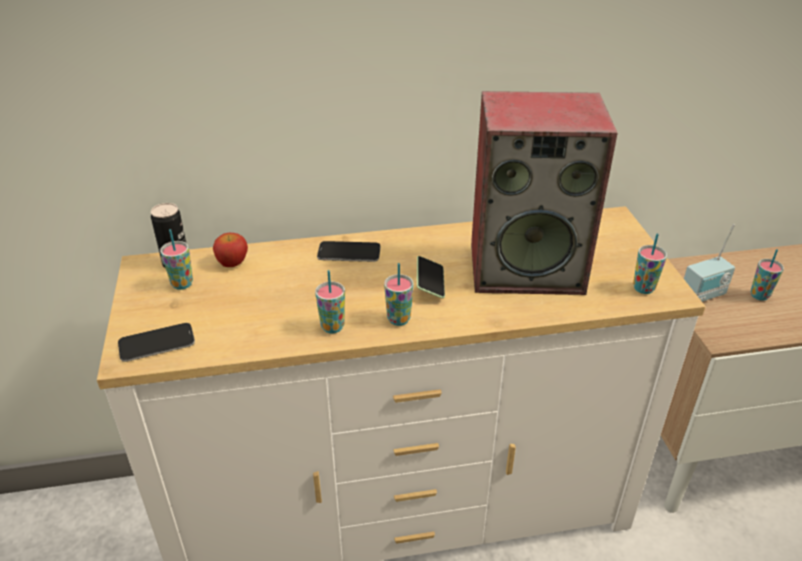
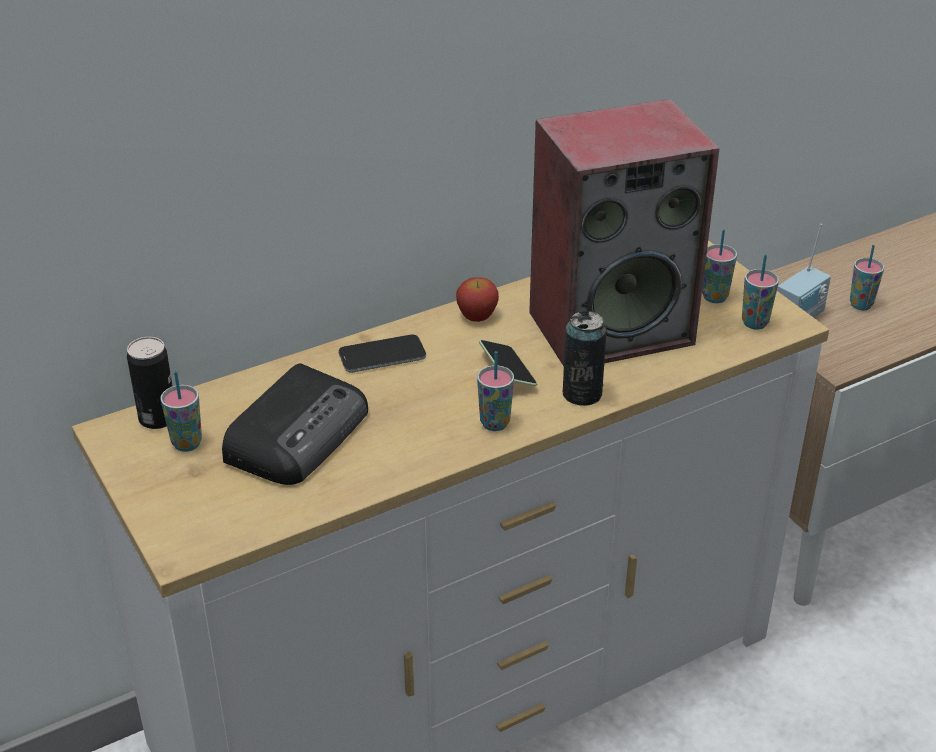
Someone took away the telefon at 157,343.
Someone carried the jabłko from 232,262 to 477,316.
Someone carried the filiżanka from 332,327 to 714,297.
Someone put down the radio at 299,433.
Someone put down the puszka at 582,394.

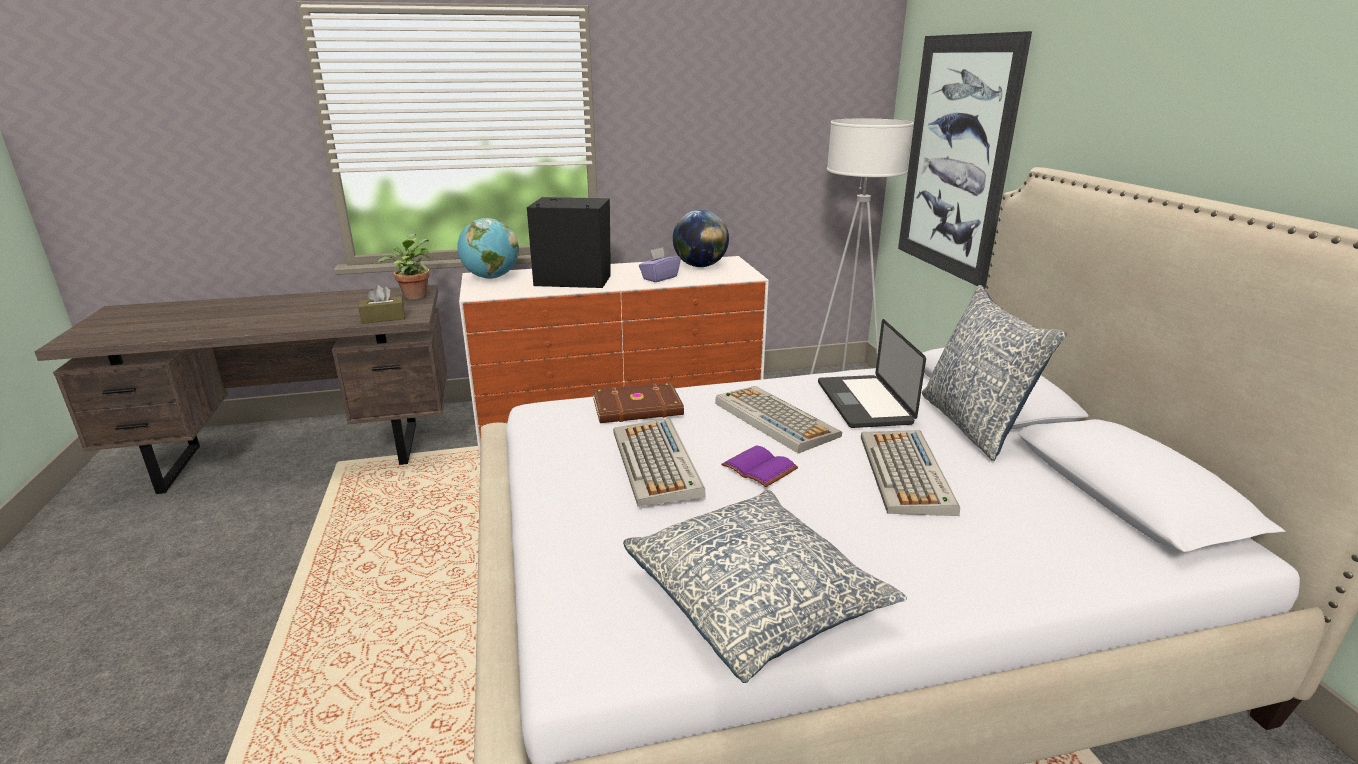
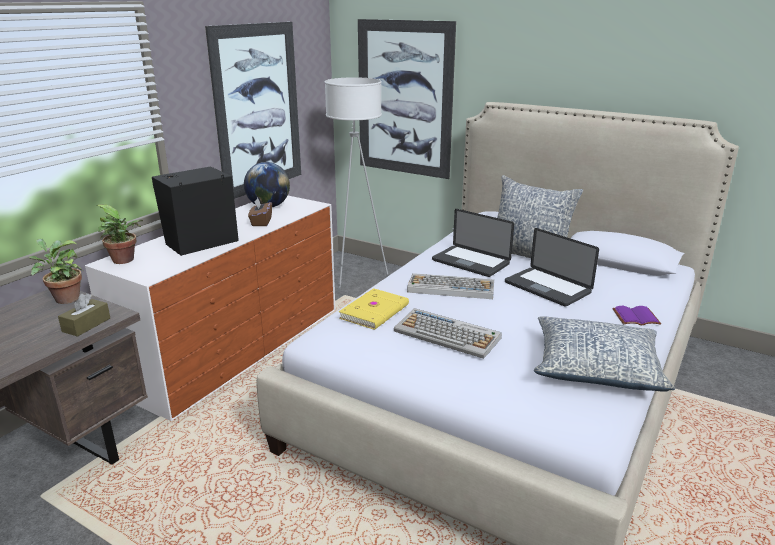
Someone swapped the globus at 491,278 for the roślina doniczkowa at 125,260.
Someone repainted the książka (brązowy) at 638,408, which became the książka (żółty) at 375,312.
Someone repainted the pudełko chusteczek (fioletowy) at 659,278, which became the pudełko chusteczek (brązowy) at 261,222.
Someone carried the książka (fioletowy) from 761,468 to 636,317.
Someone swapped the klawiatura at 906,474 for the laptop at 547,288.
Someone put up the obraz at 258,109.

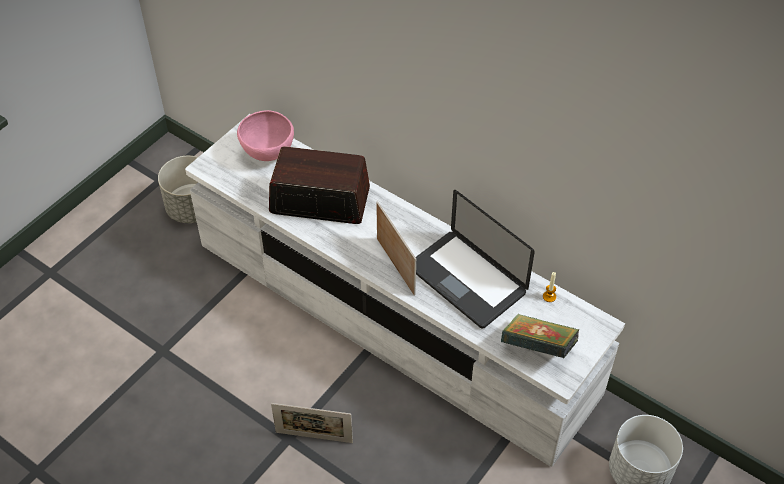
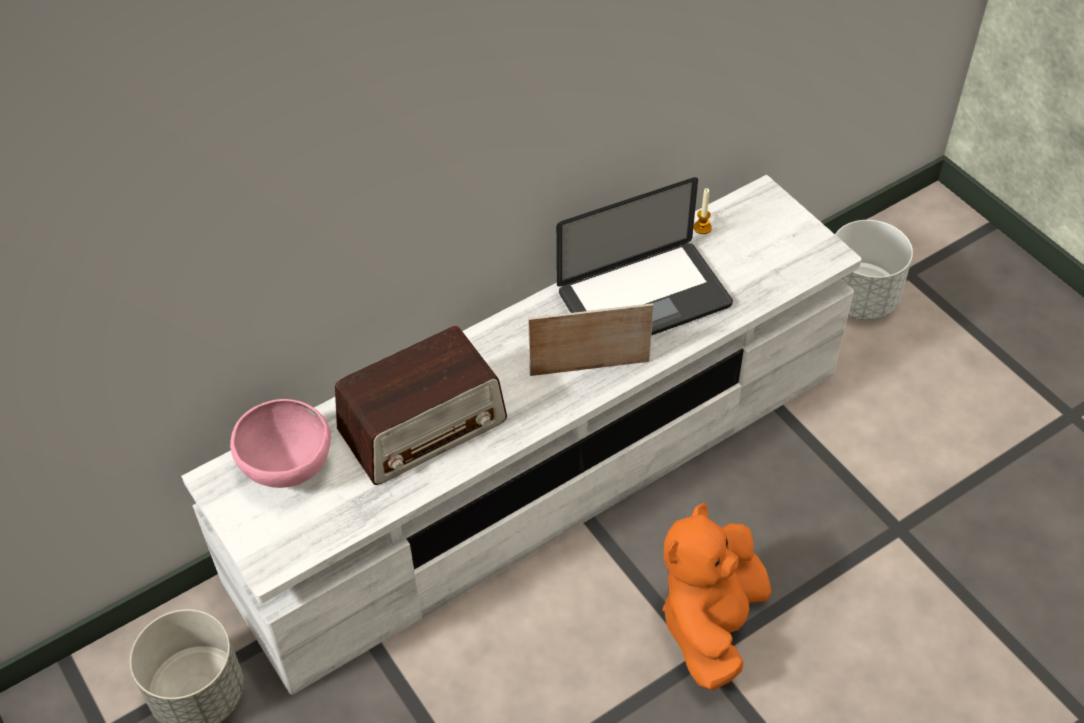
Someone rotated the radio at 319,201 by 150 degrees counterclockwise.
Someone swapped the ramka na zdjęcie at 314,437 for the pluszak (pomarańczowy) at 711,623.
Someone took away the książka at 537,348.

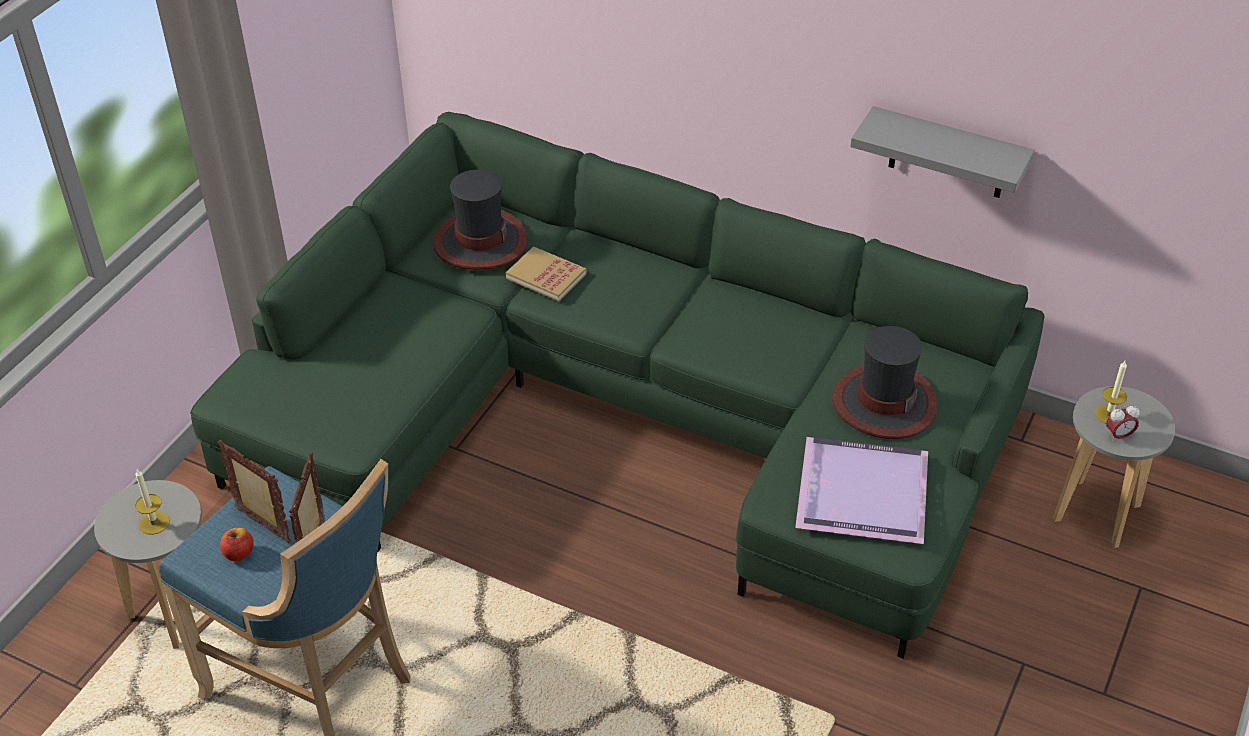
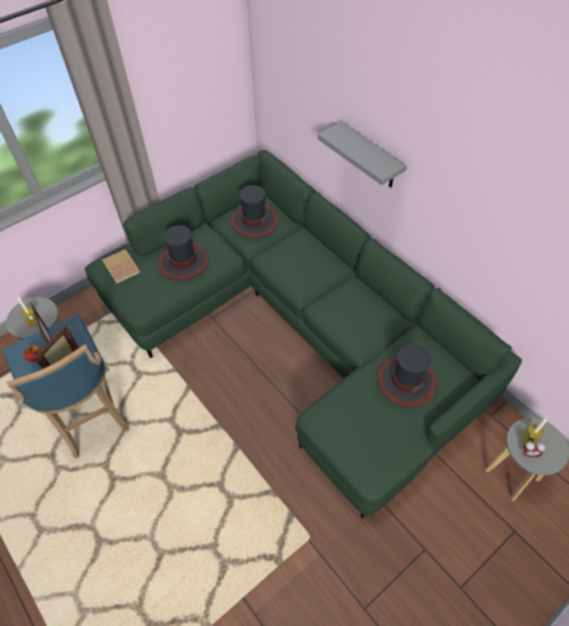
Someone carried the książka from 546,276 to 121,267.
Someone took away the taca (fioletowy) at 860,494.
Someone carried the półka (szary) from 948,154 to 371,157.
Someone put down the kapelusz at 184,261.

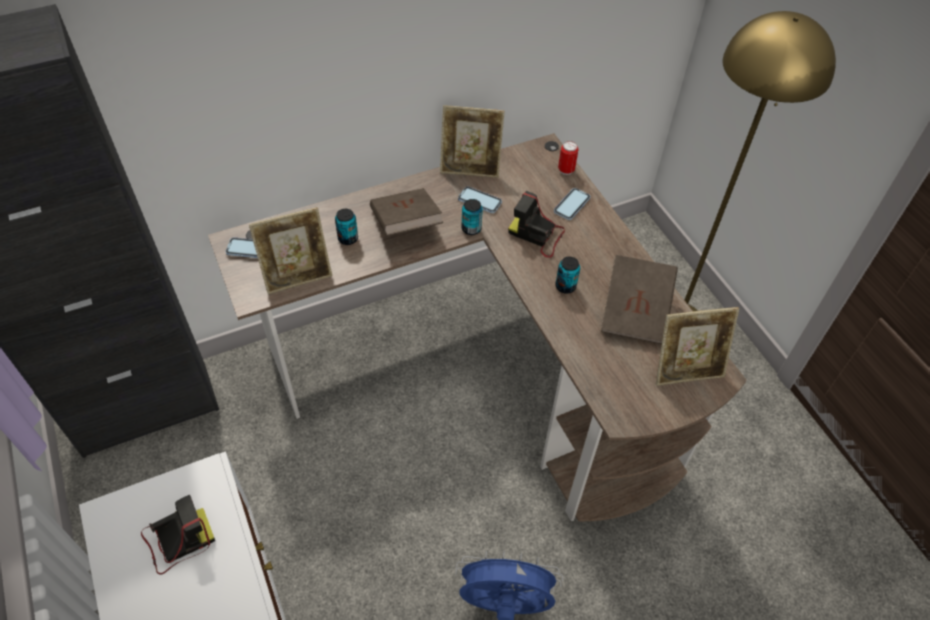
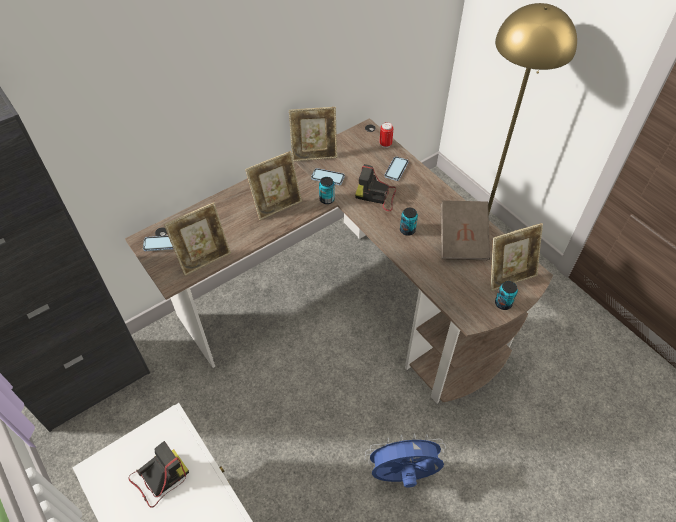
Someone carried the puszka from 348,238 to 503,303.
Someone swapped the książka (brązowy) at 405,225 for the ramka na zdjęcie at 277,205.

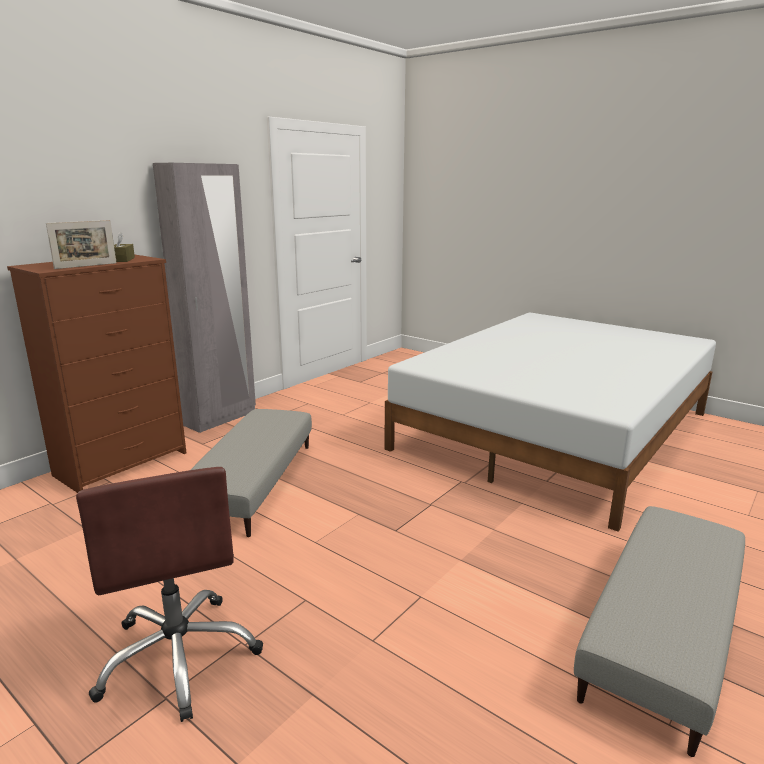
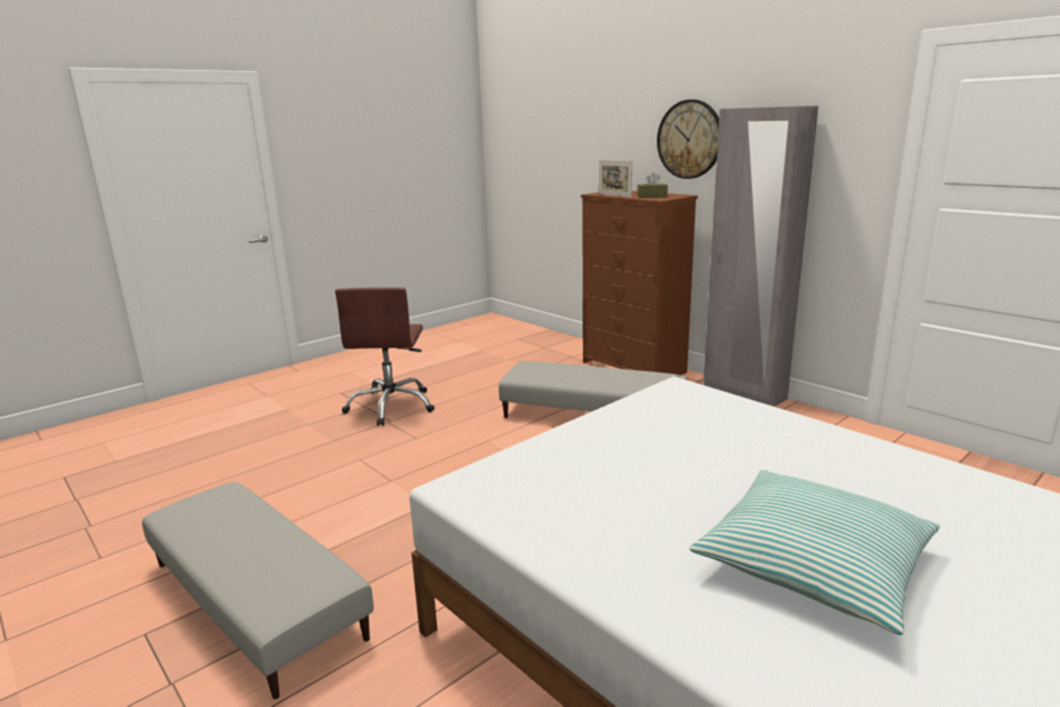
Someone rotated the krzesło biurowe (brązowy) at 180,656 by 75 degrees counterclockwise.
Someone put up the zegar ścienny at 689,139.
Someone put down the poduszka at 814,562.

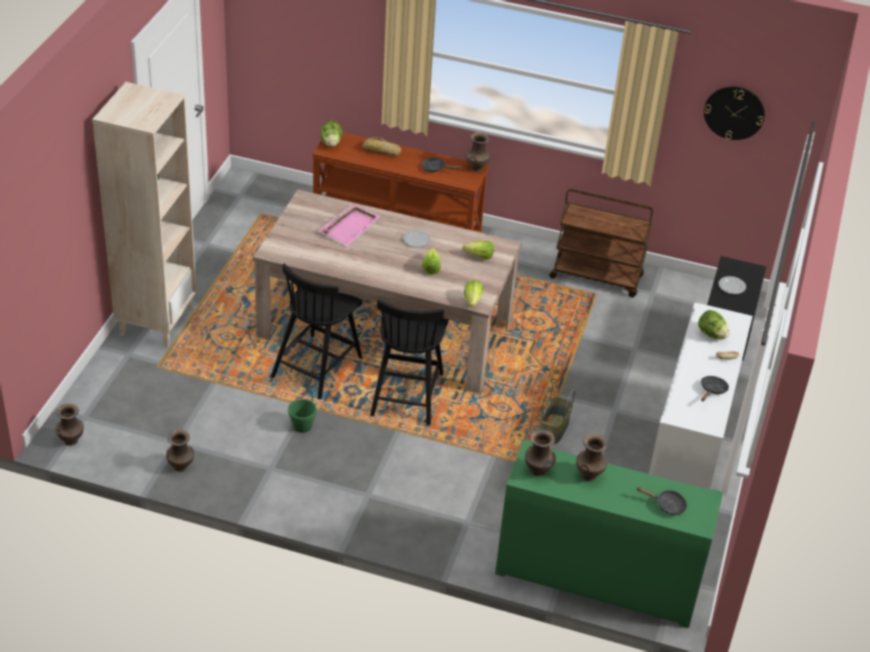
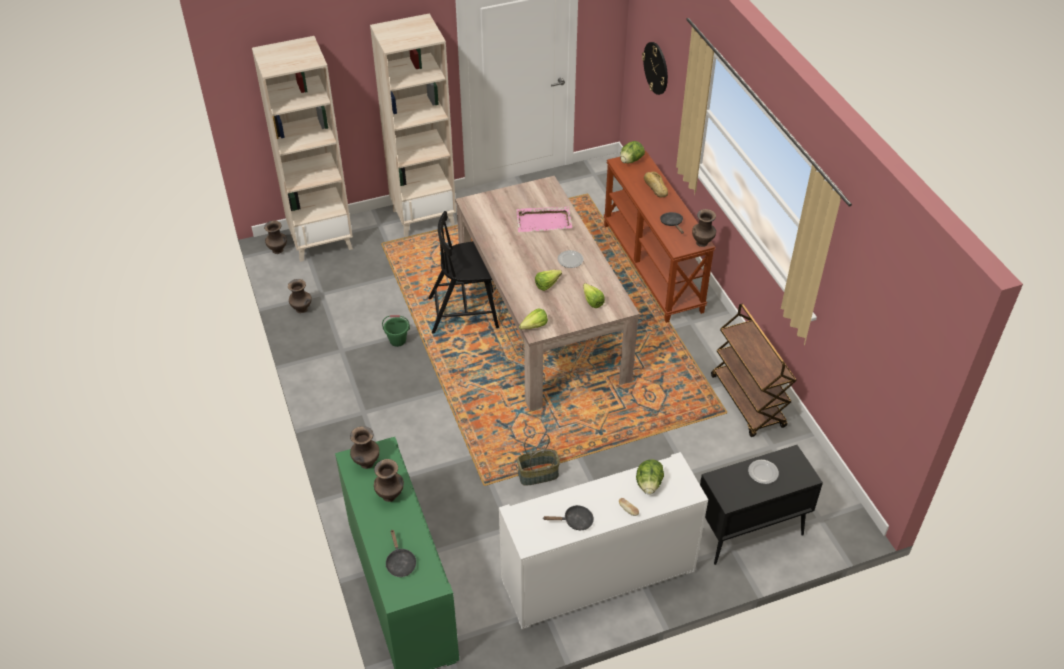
Someone took away the krzesło (czarny) at 407,393.
Someone carried the zegar ścienny from 734,112 to 656,68.
Someone put down the regał (beżowy) at 321,241.

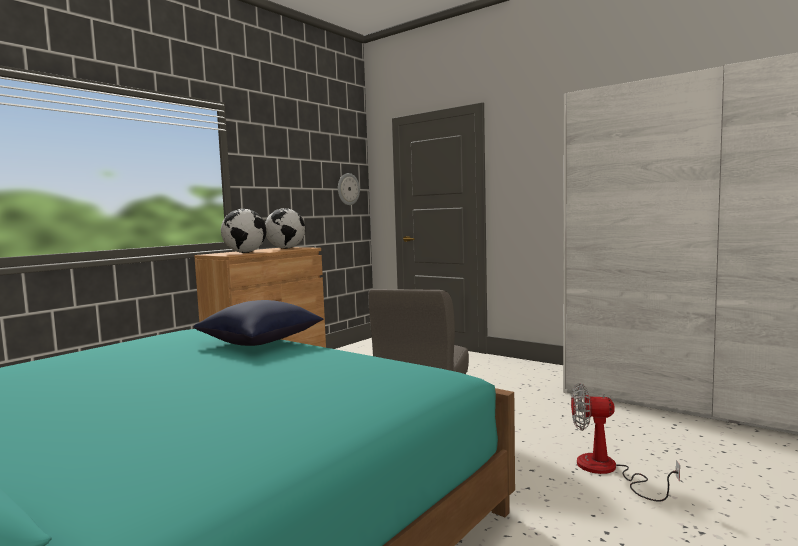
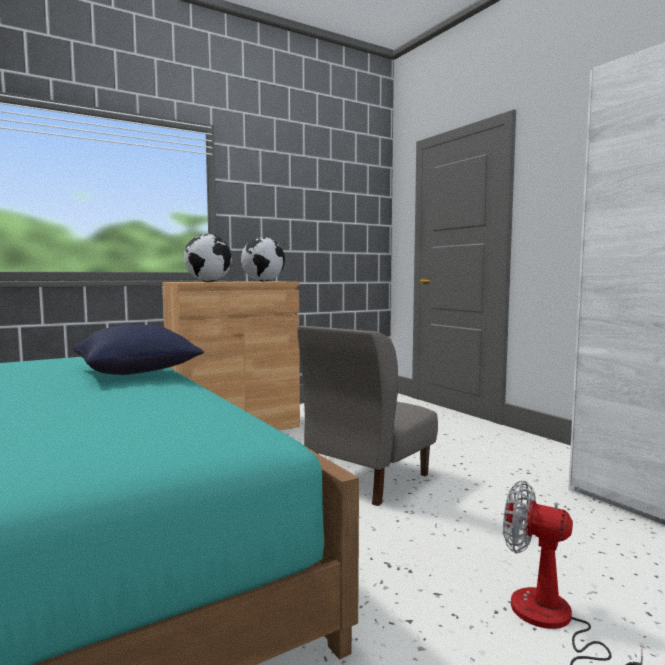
Someone took away the zegar ścienny at 348,189.

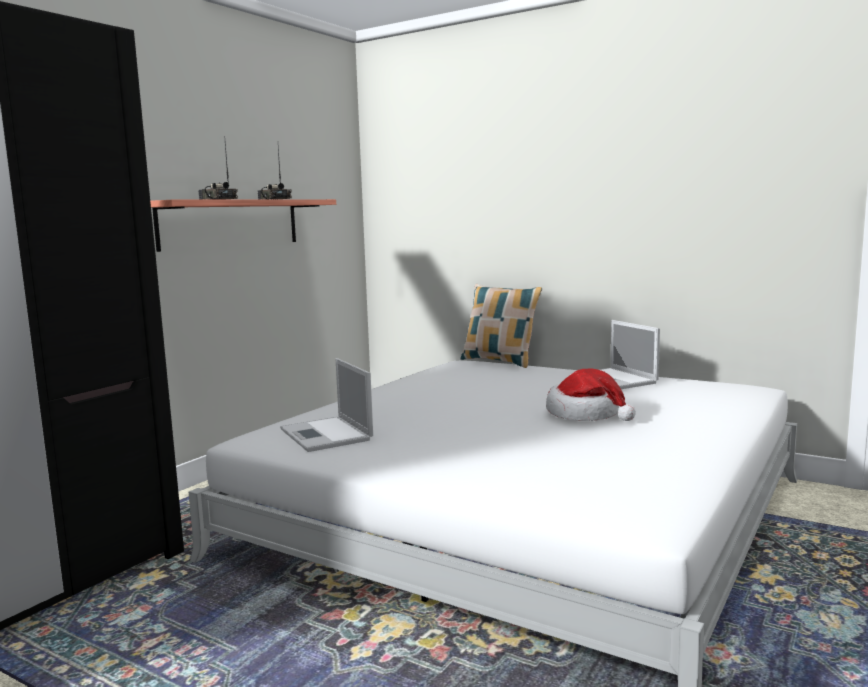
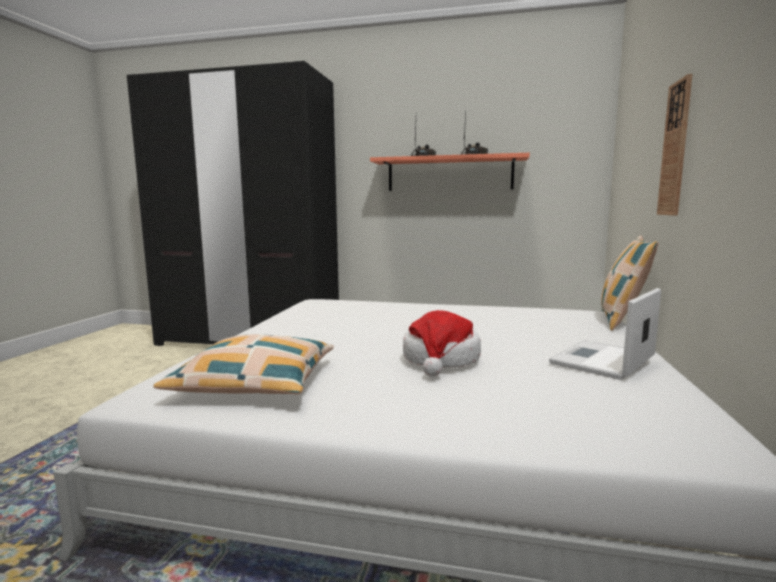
Someone took away the laptop at 327,435.
Someone put down the poduszka at 255,382.
Someone put up the zegar ścienny at 675,149.

